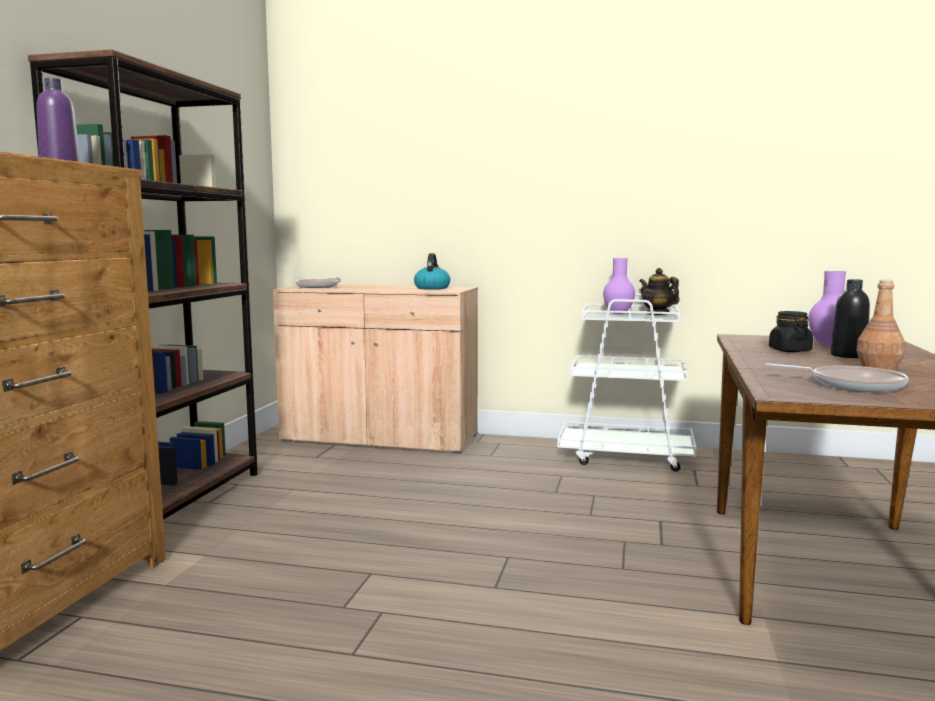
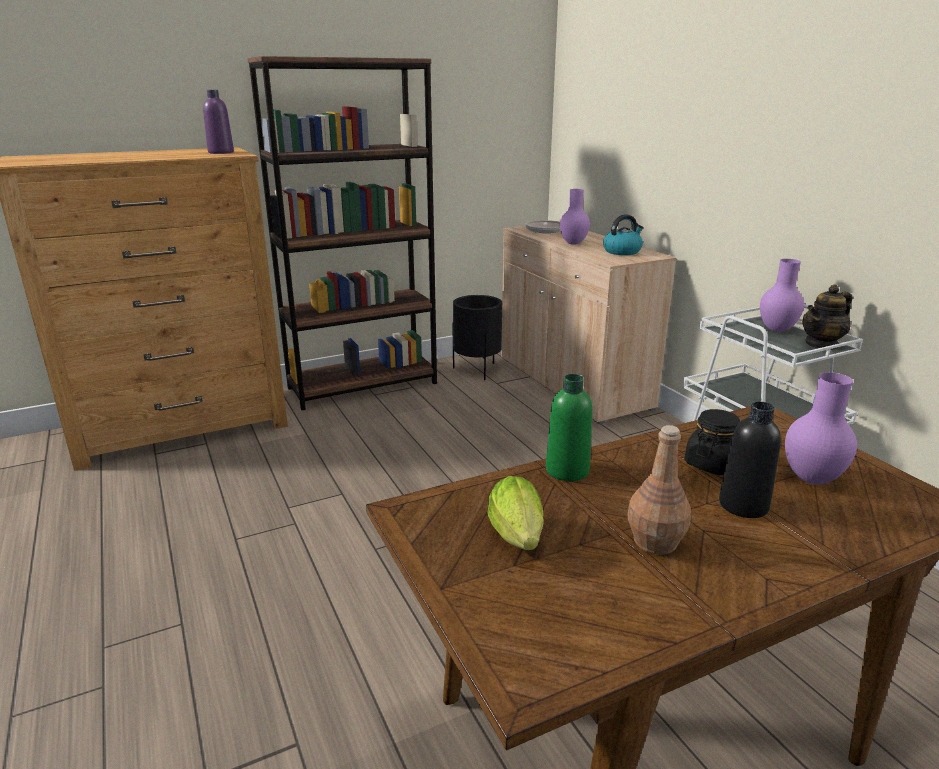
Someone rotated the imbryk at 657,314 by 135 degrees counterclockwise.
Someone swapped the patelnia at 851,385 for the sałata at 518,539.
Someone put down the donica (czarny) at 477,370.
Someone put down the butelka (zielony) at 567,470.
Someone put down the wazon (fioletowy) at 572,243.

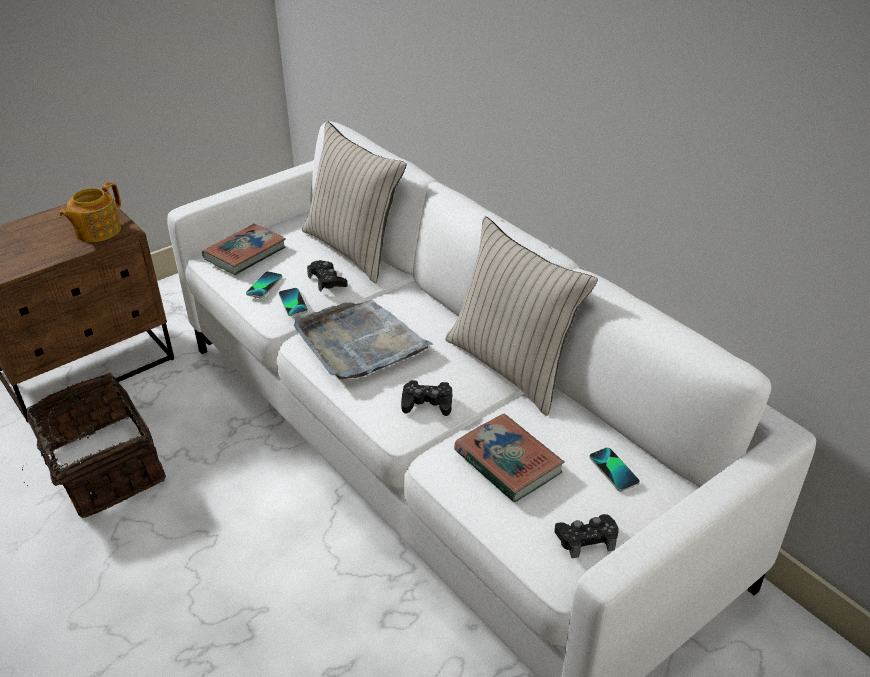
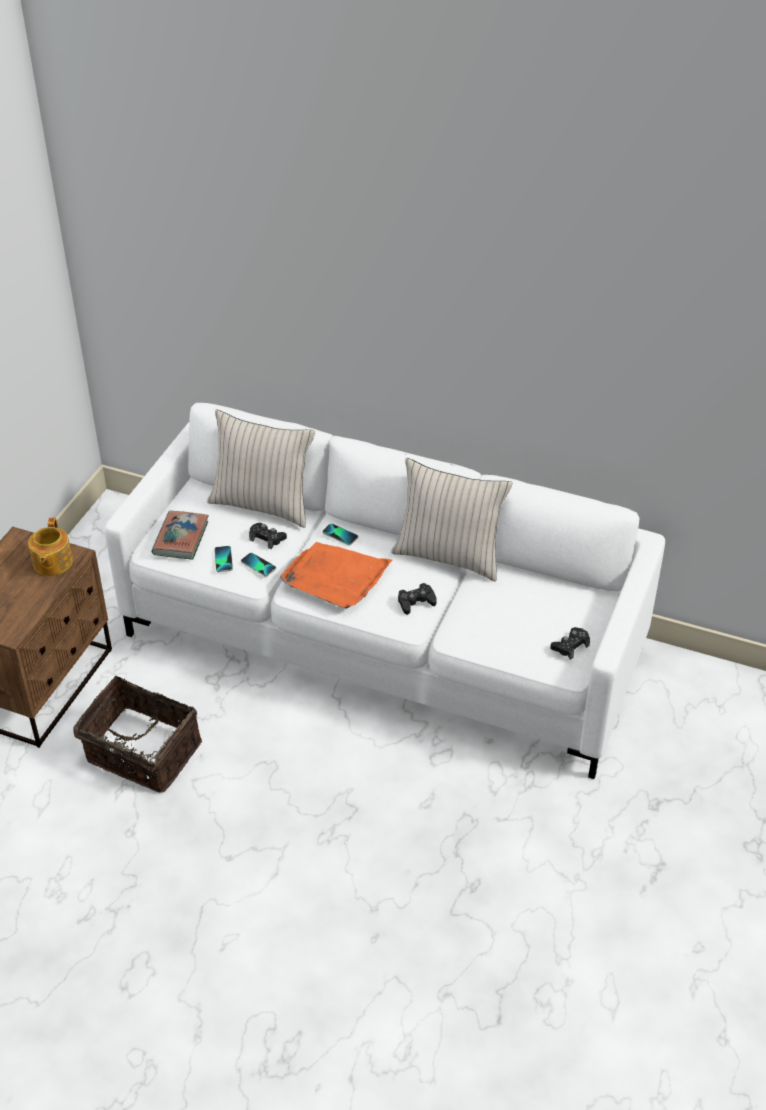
Someone repainted the taca (szary) at 360,343, which became the taca (pomarańczowy) at 335,577.
Someone took away the książka at 507,462.
Someone carried the telefon from 614,470 to 340,535.

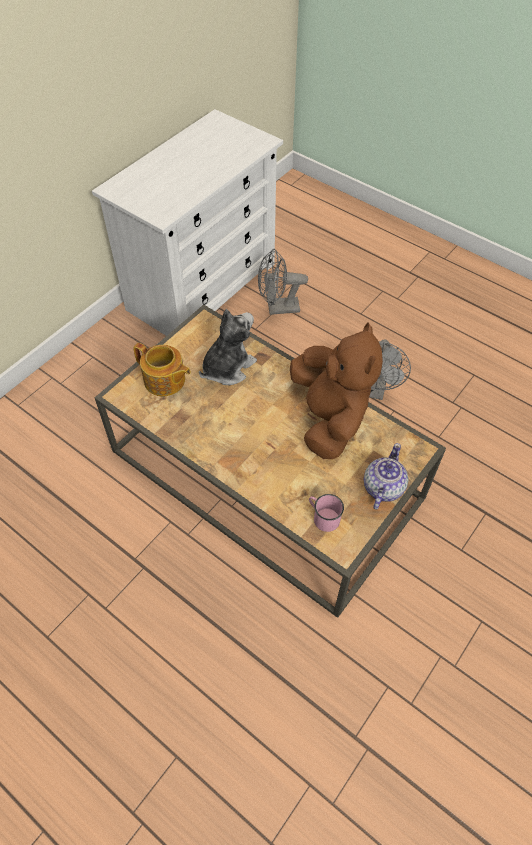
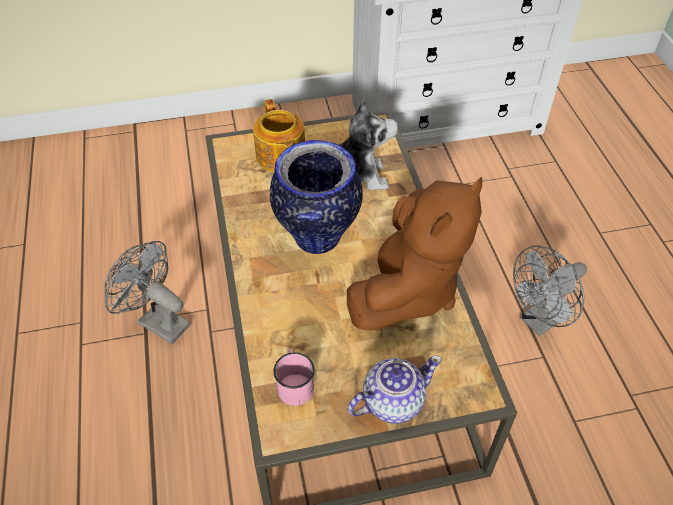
Someone carried the wentylator (szary) from 278,308 to 157,321.
Someone put down the wazon at 317,239.

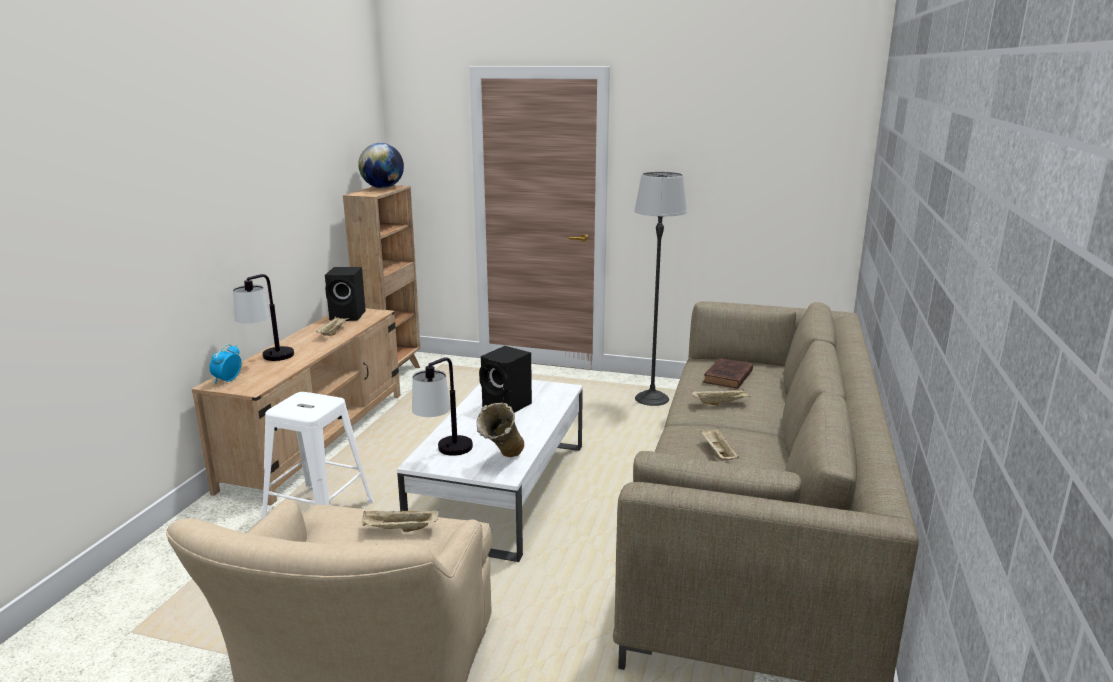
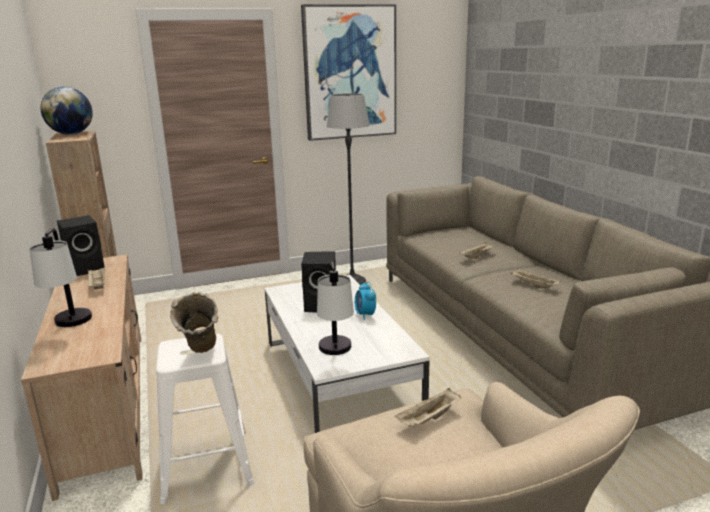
Someone carried the budzik from 227,380 to 365,315.
Someone carried the wazon (beżowy) from 502,462 to 202,358.
Someone took away the książka (brązowy) at 727,377.
Someone put up the obraz at 349,73.

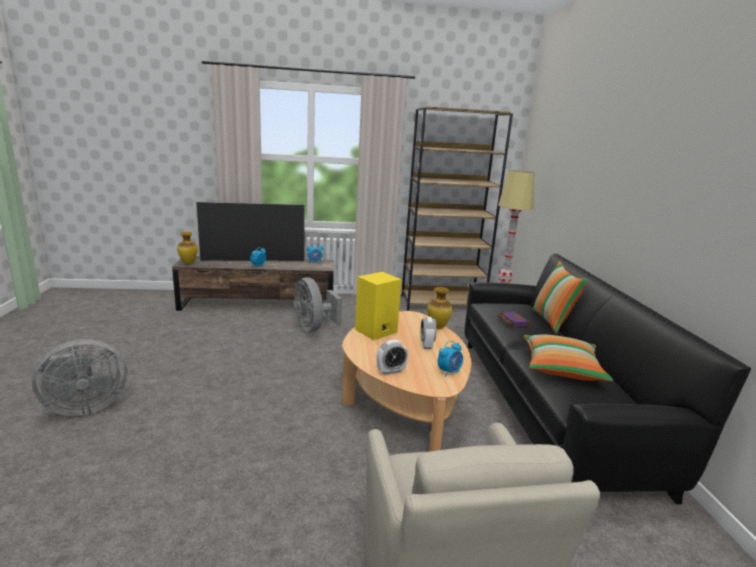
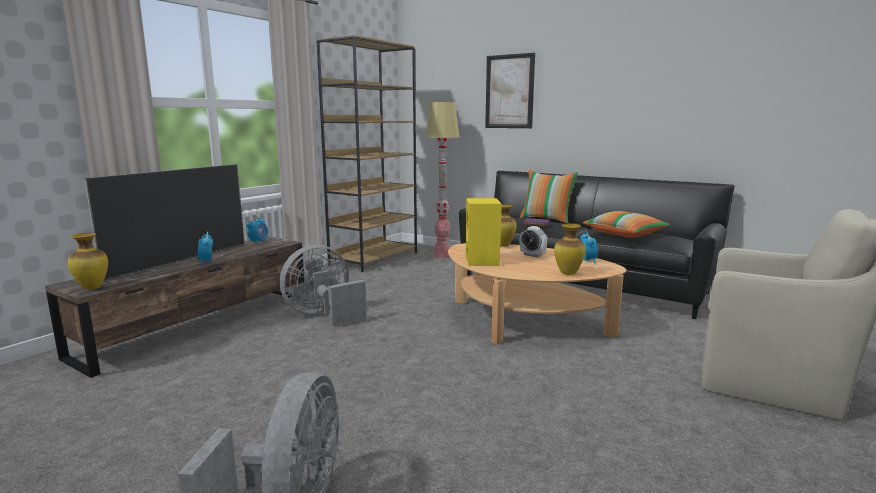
Someone rotated the wentylator (szary) at 314,328 by 135 degrees clockwise.
Someone swapped the budzik at 391,371 for the wazon at 567,273.
Someone put up the obraz at 509,91.

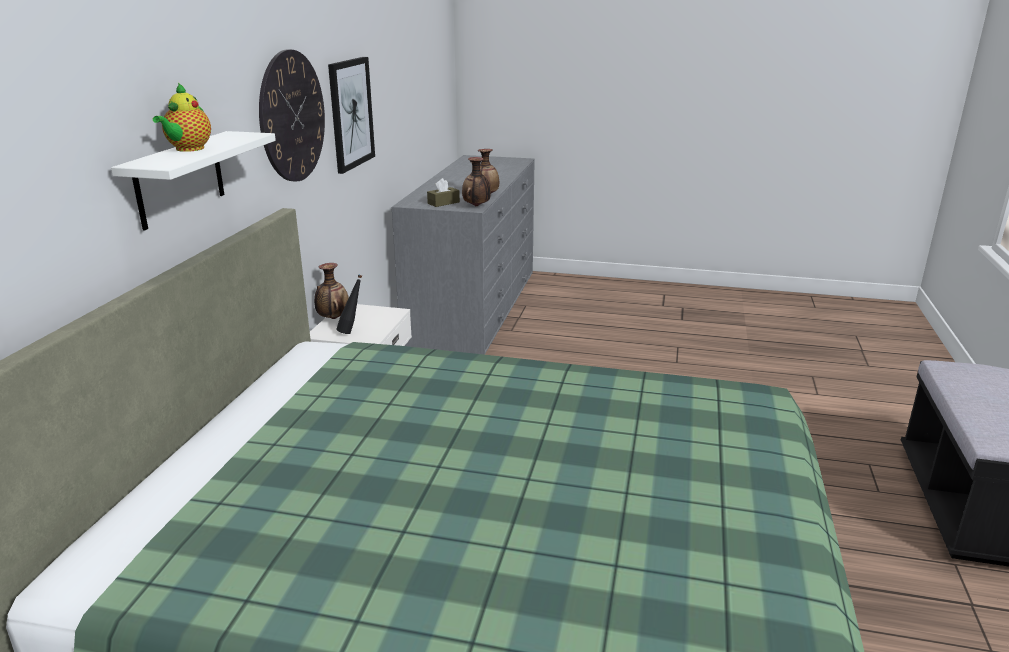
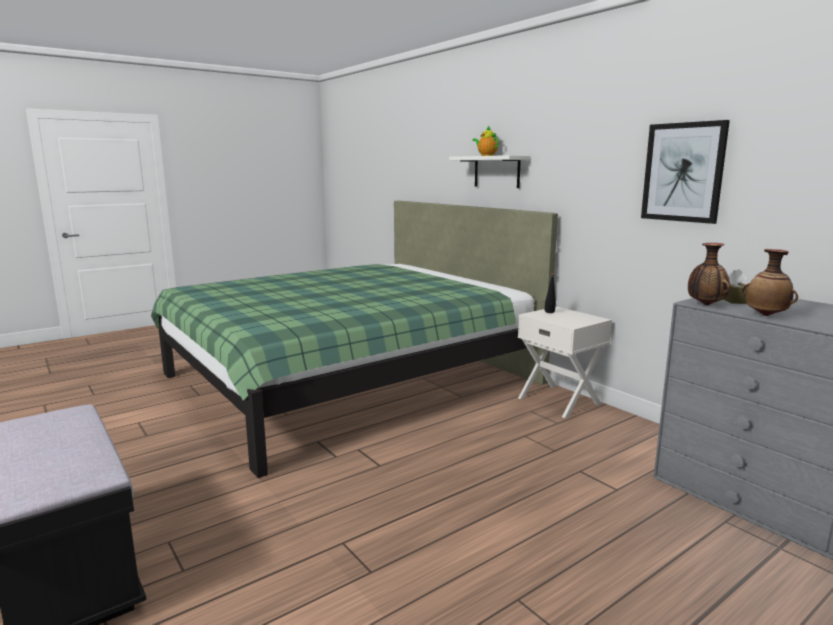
Someone took away the zegar ścienny at 292,116.
Someone took away the wazon at 333,318.

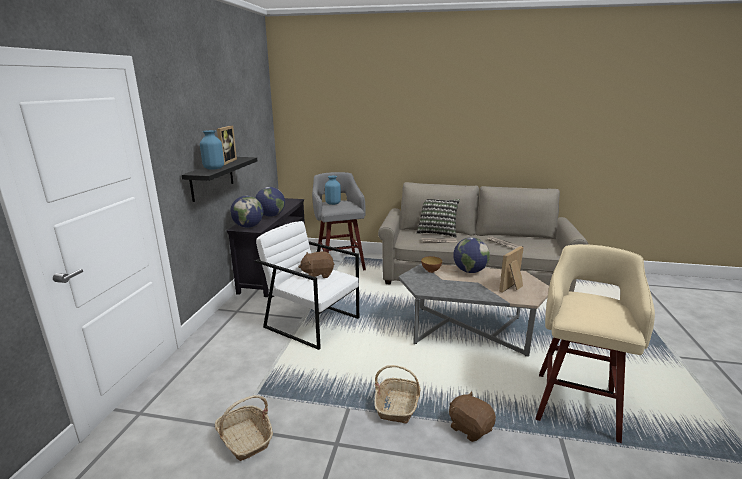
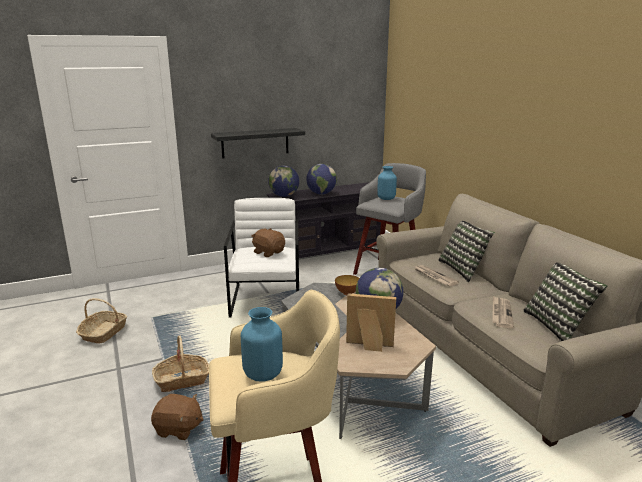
Someone carried the wazon (niebieski) from 214,168 to 263,374.
Someone took away the ramka na zdjęcie at 225,162.
Someone rotated the pluszak (brązowy) at 470,427 by 90 degrees clockwise.
Someone put down the poduszka at 557,326.

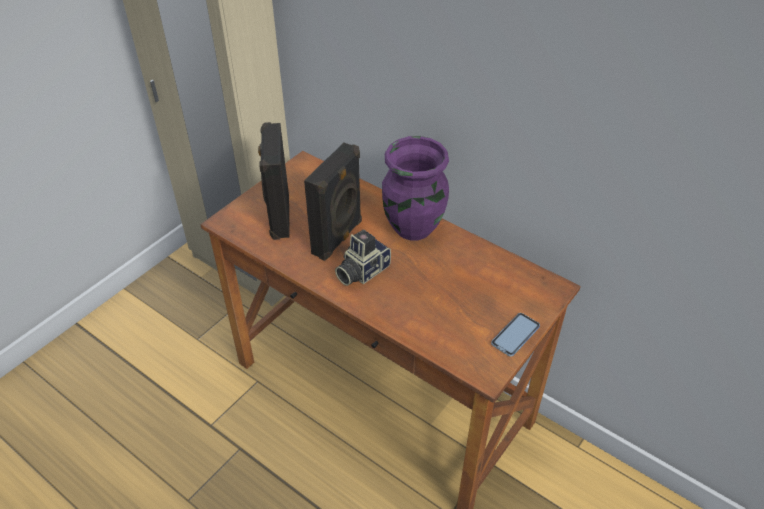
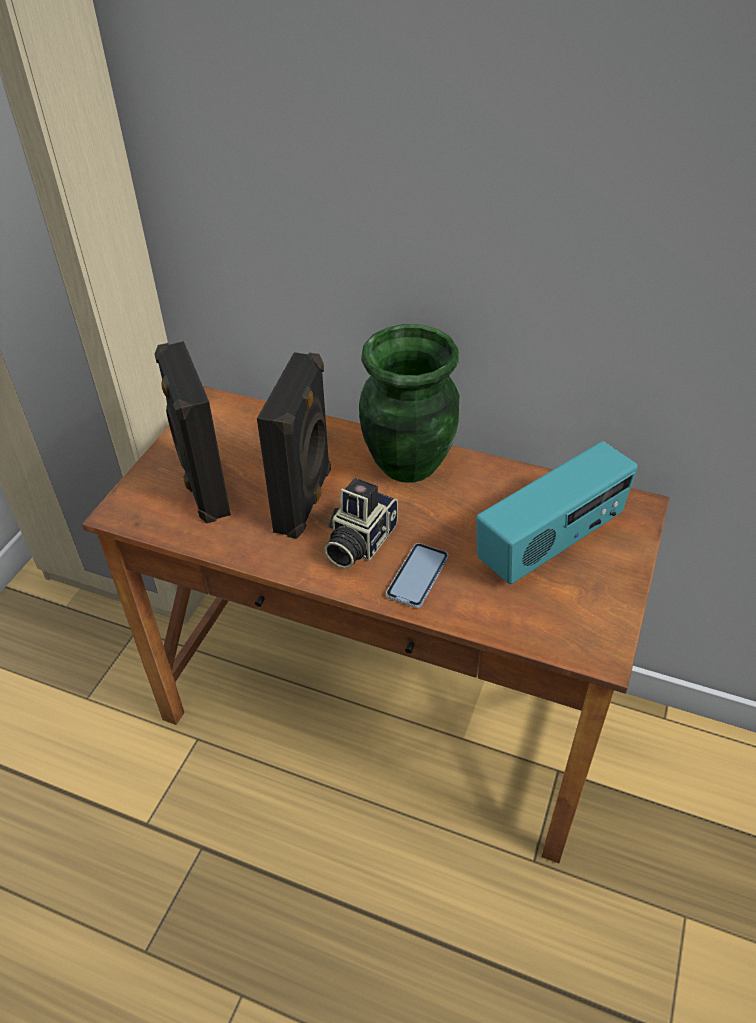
Someone repainted the wazon (fioletowy) at 412,228, which became the wazon (zielony) at 407,464.
Someone carried the telefon from 515,335 to 417,576.
Someone put down the radio at 551,544.

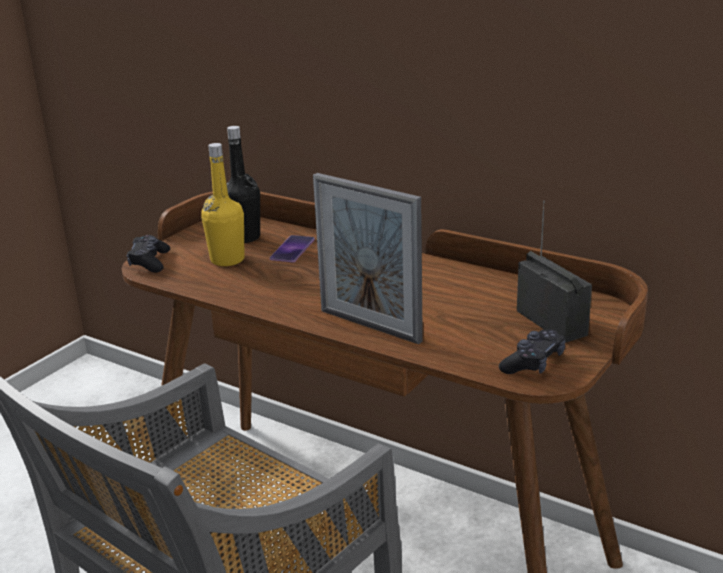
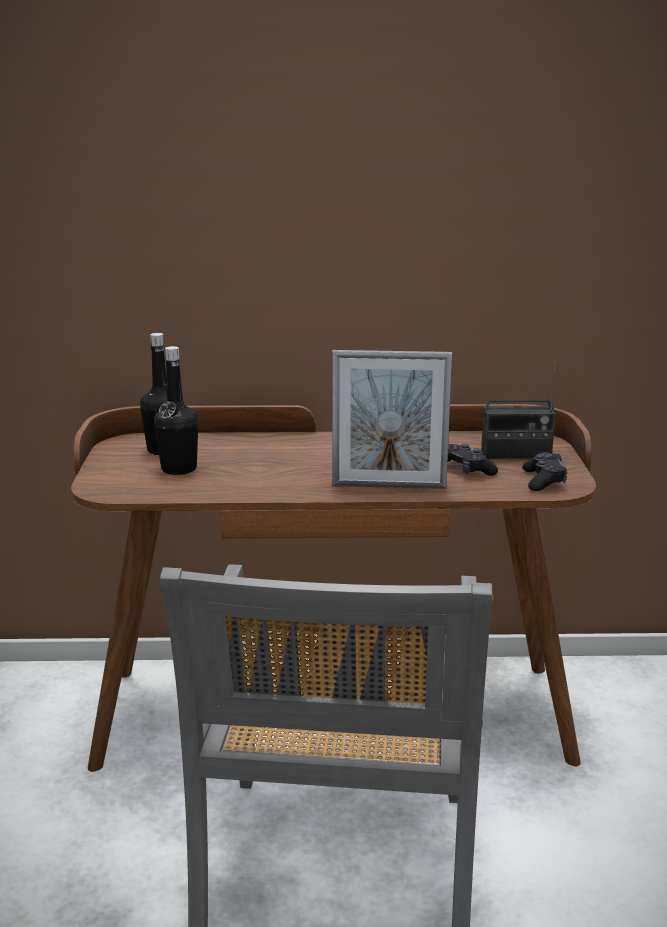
Someone carried the pad do gier (czarny) from 149,262 to 466,470.
Someone repainted the butelka (żółty) at 227,260, which became the butelka (czarny) at 179,469.
Someone took away the telefon at 292,249.
Someone rotated the radio at 551,322 by 150 degrees clockwise.

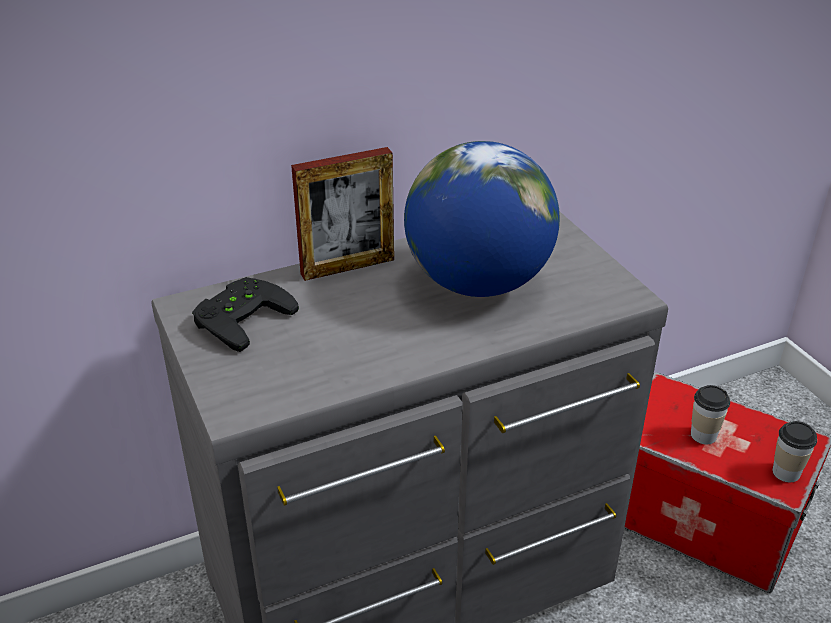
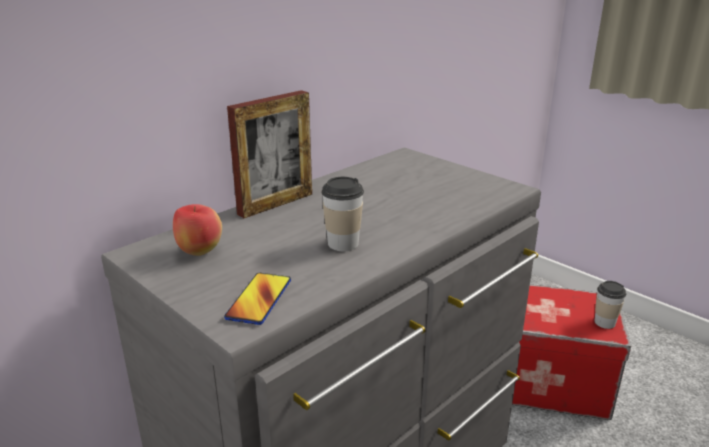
Someone swapped the pad do gier (czarny) at 240,317 for the jabłko at 199,252.
Someone took away the globus at 478,283.
Someone carried the filiżanka from 703,435 to 343,243.
Someone put down the telefon at 259,299.

